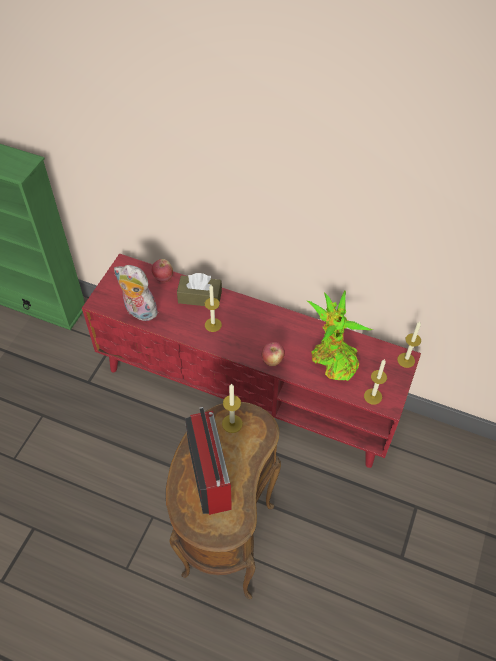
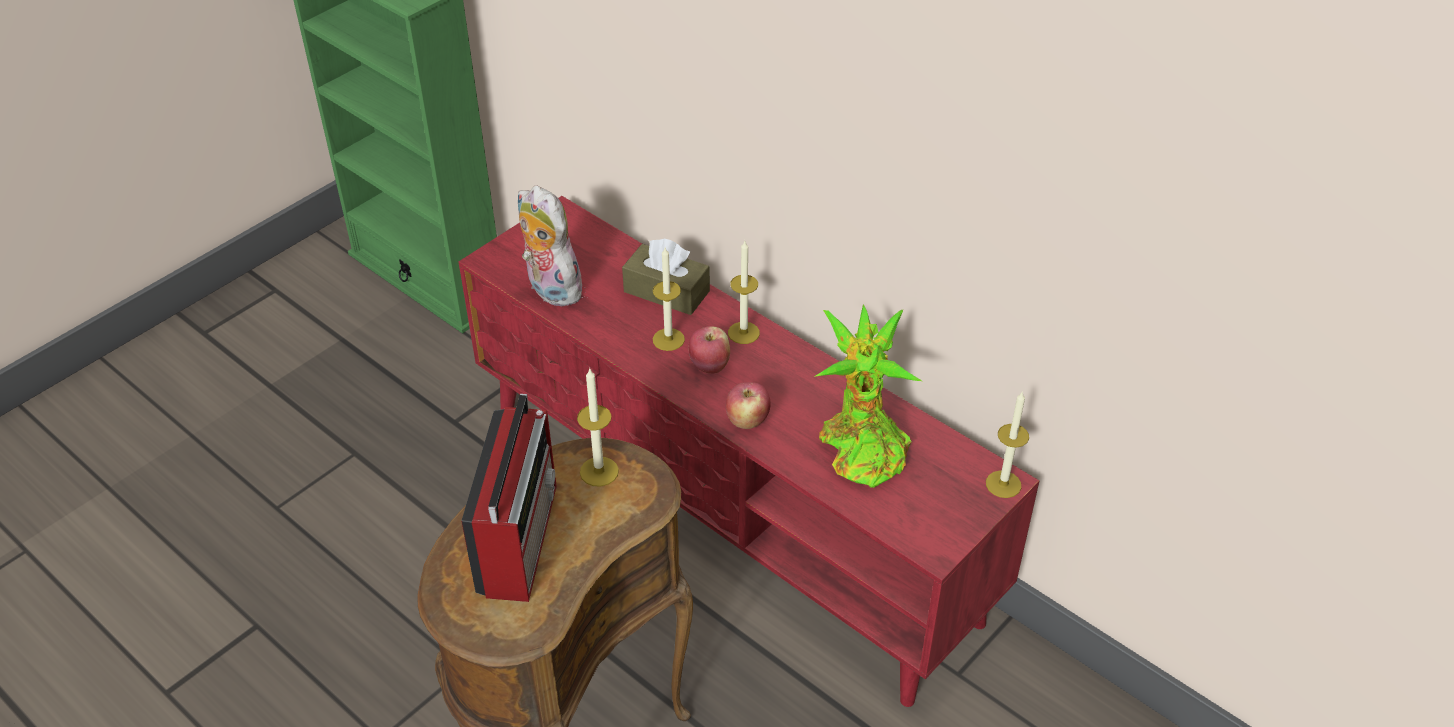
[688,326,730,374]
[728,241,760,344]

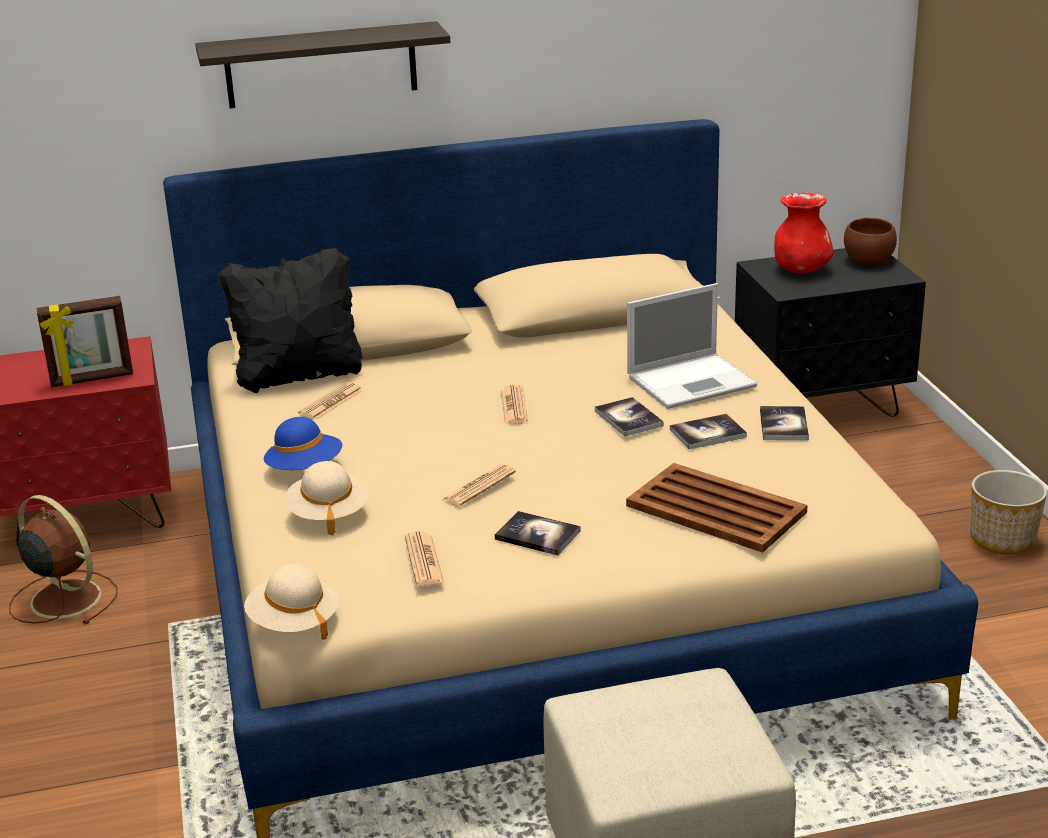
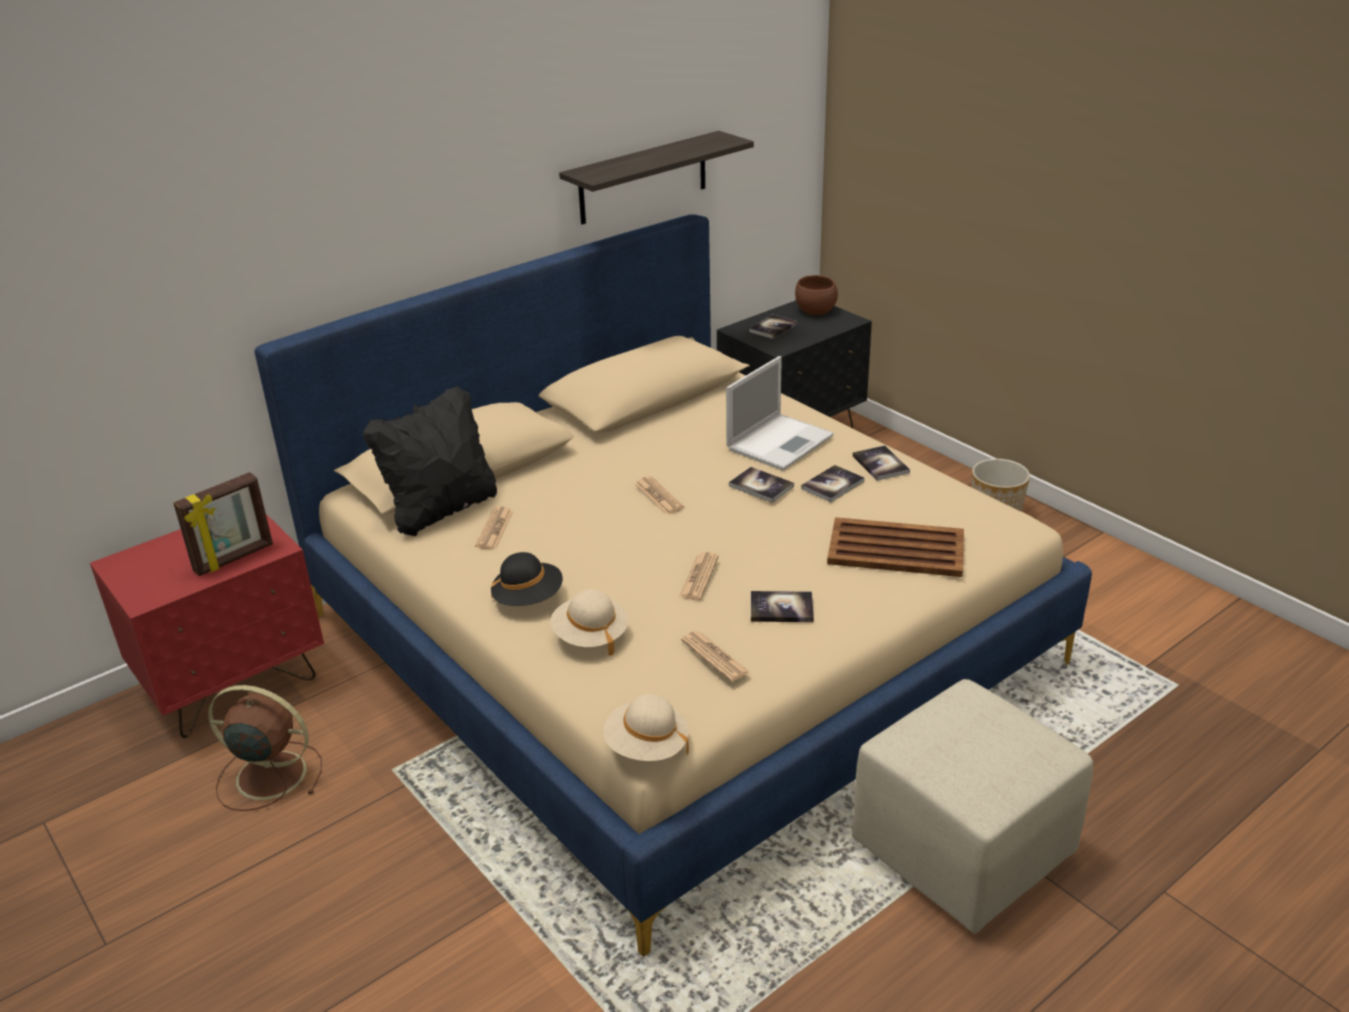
[559,131,754,224]
[491,552,563,606]
[749,314,797,339]

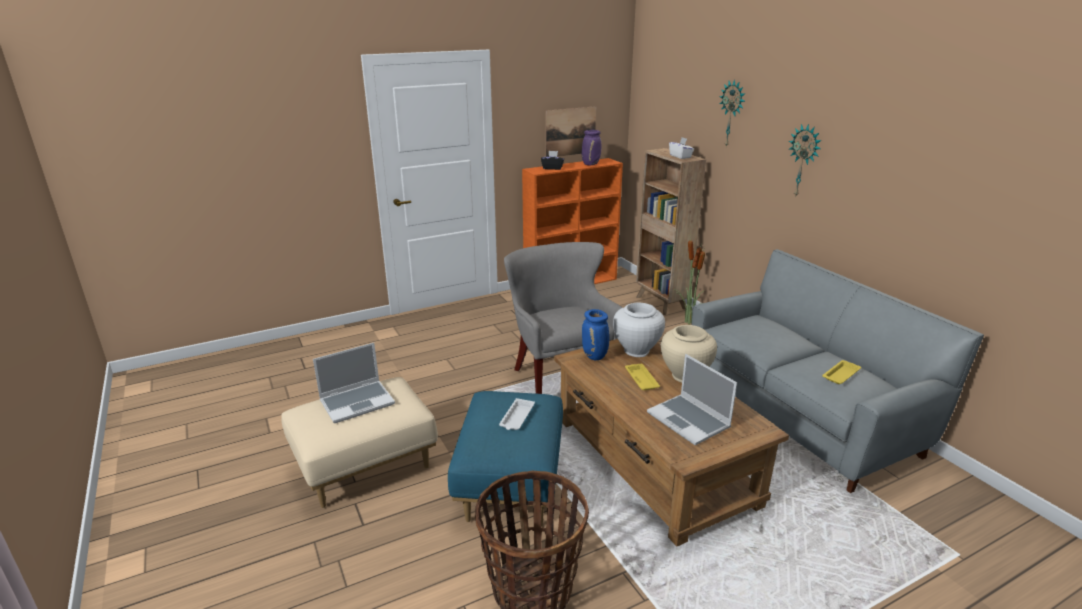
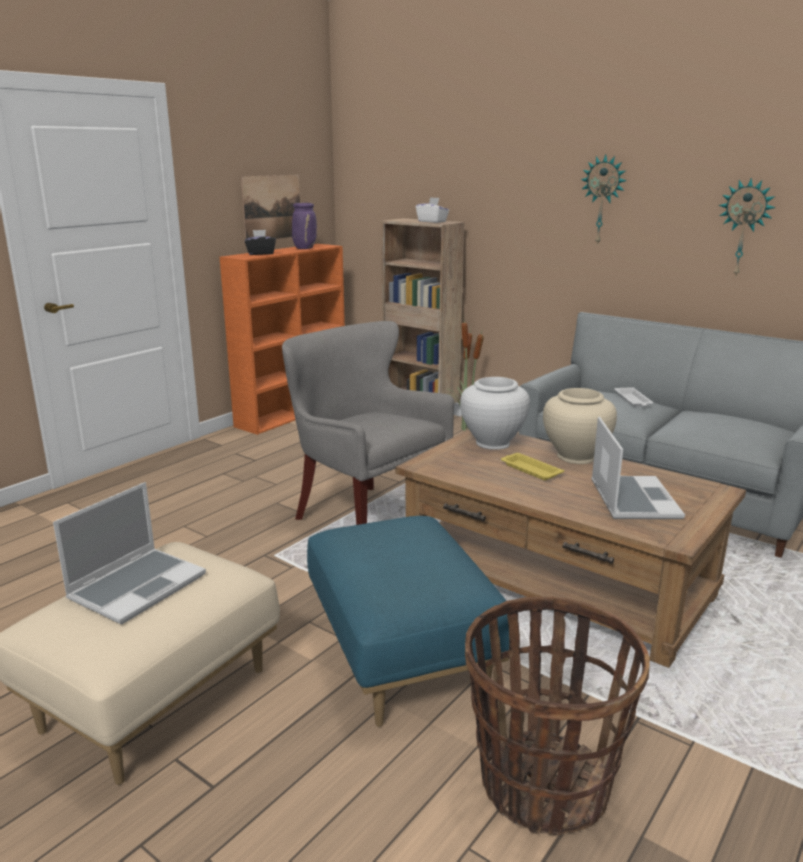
[614,387,654,407]
[582,309,609,360] (first image)
[591,417,685,519]
[719,178,776,278]
[822,360,861,384] (first image)

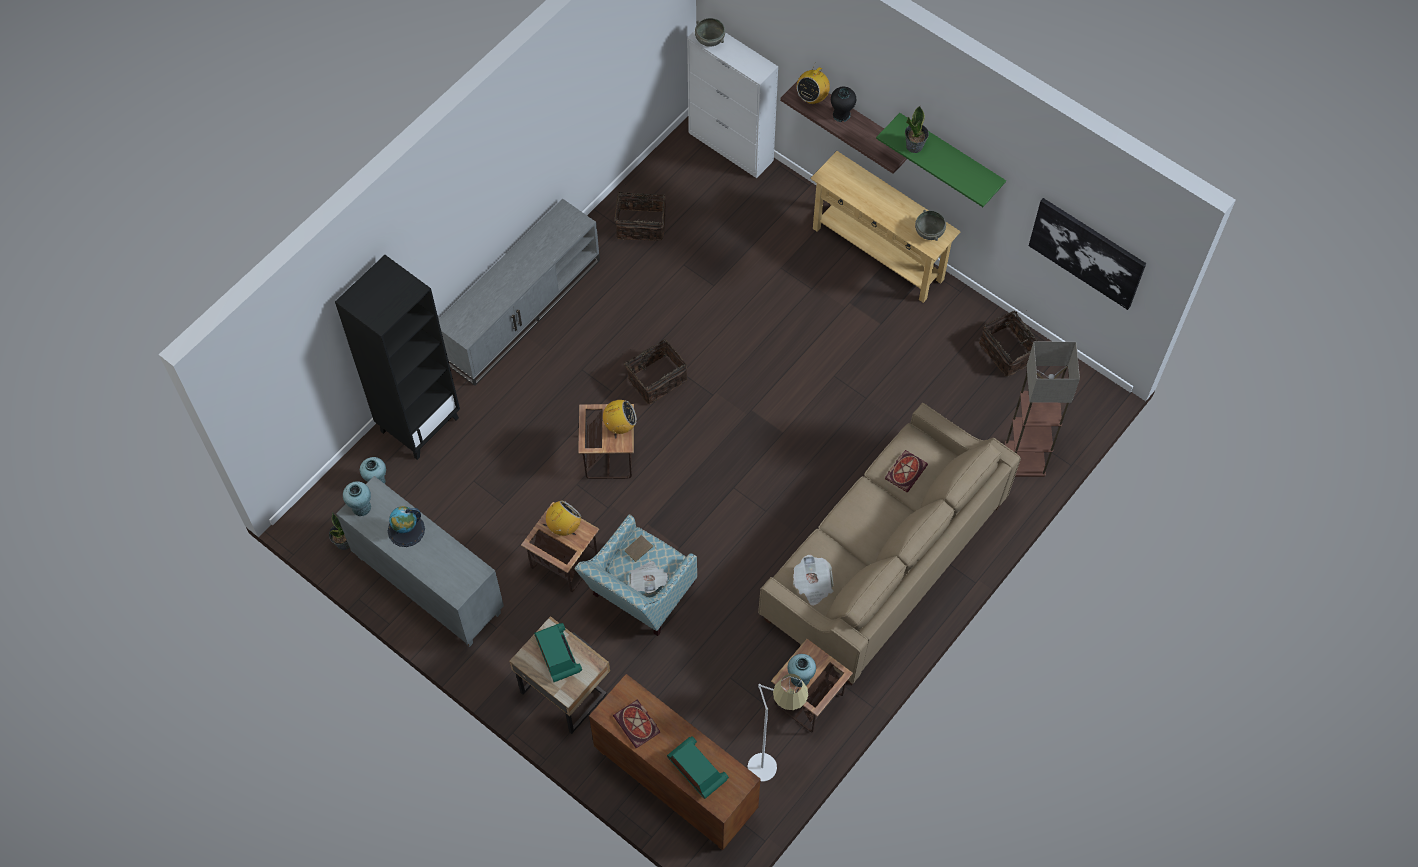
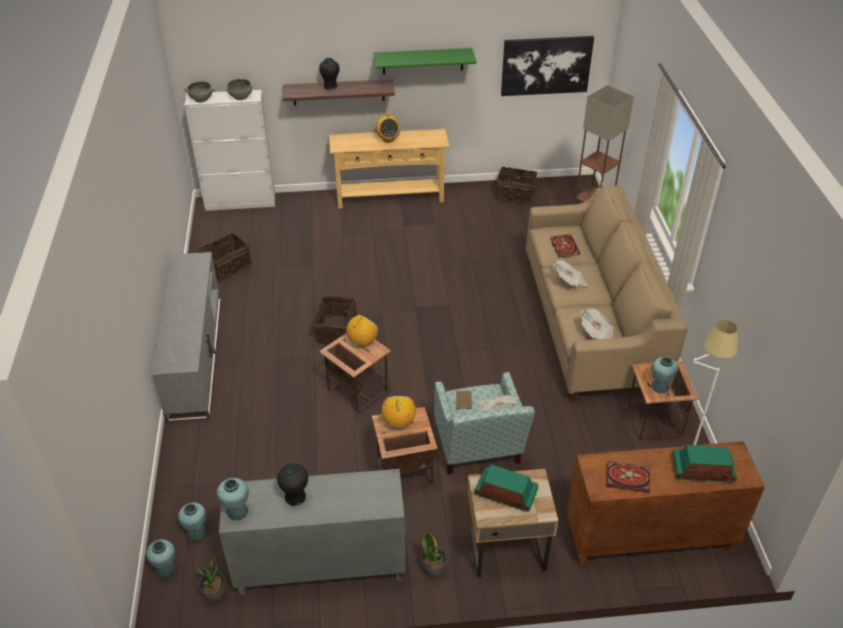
[335,255,460,460] (first image)
[277,464,308,506]
[376,112,401,143]
[421,533,447,579]
[227,79,252,100]
[146,539,176,578]
[553,260,588,287]

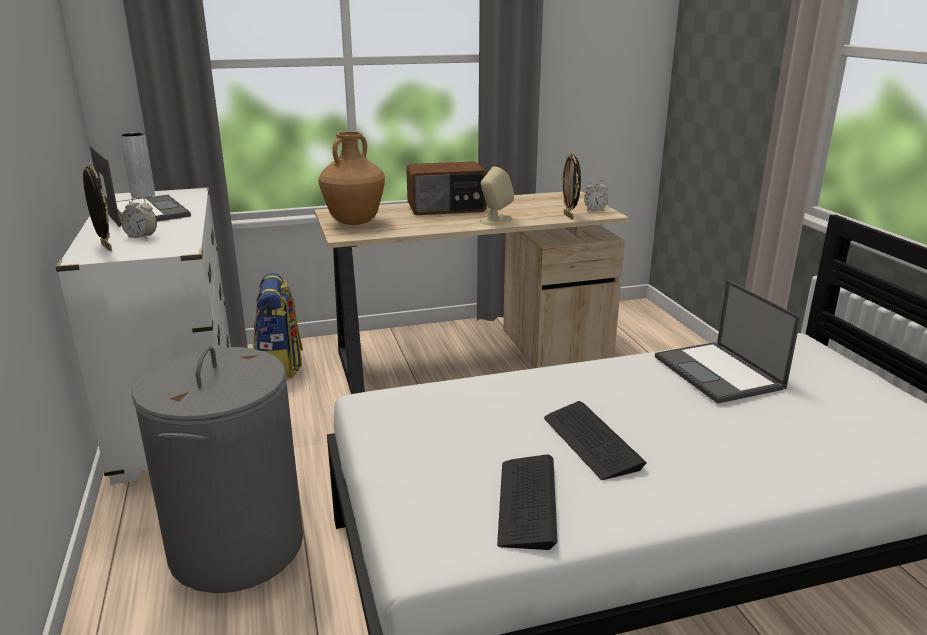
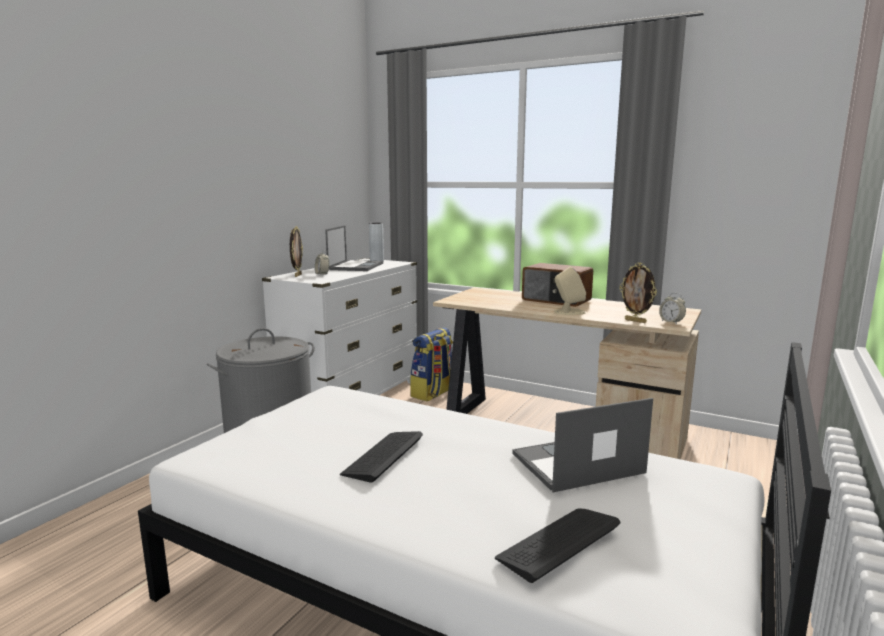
[318,132,385,225] (first image)
[495,508,620,583]
[620,263,657,323]
[512,398,653,492]

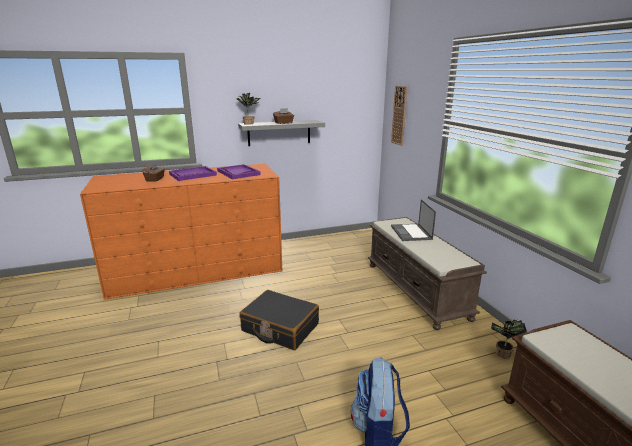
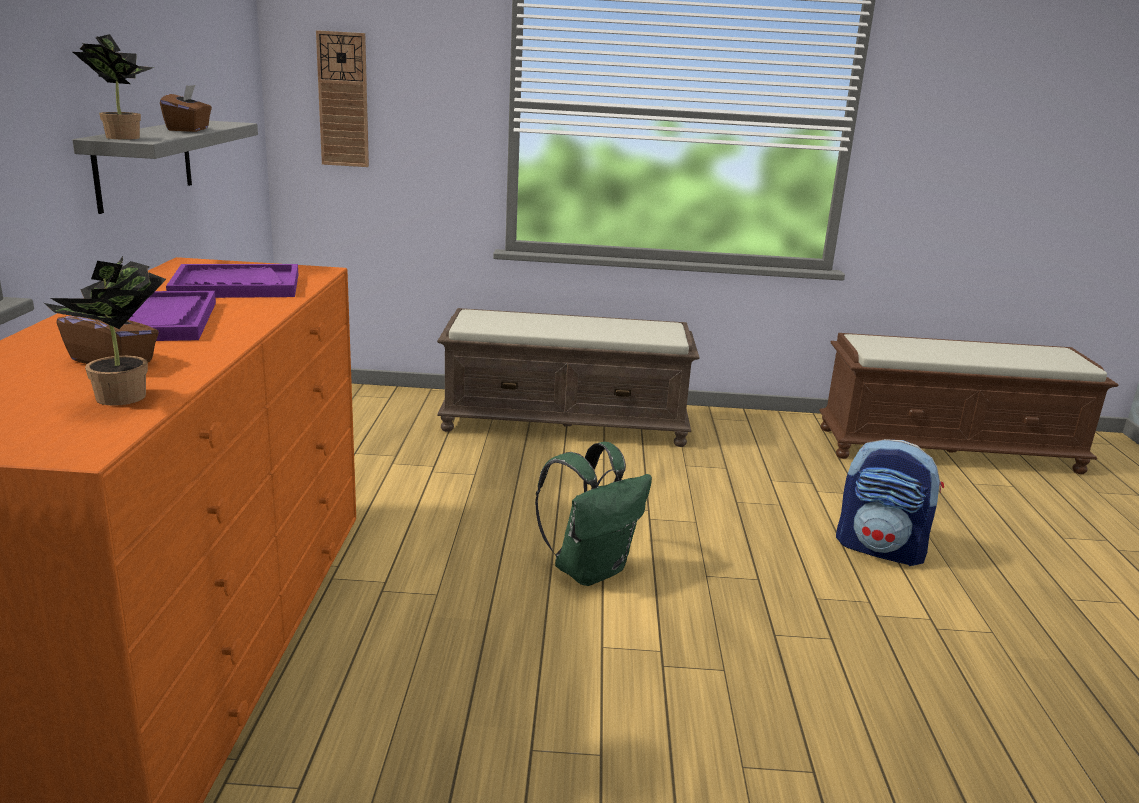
[535,442,652,586]
[391,199,436,241] (first image)
[44,256,166,406]

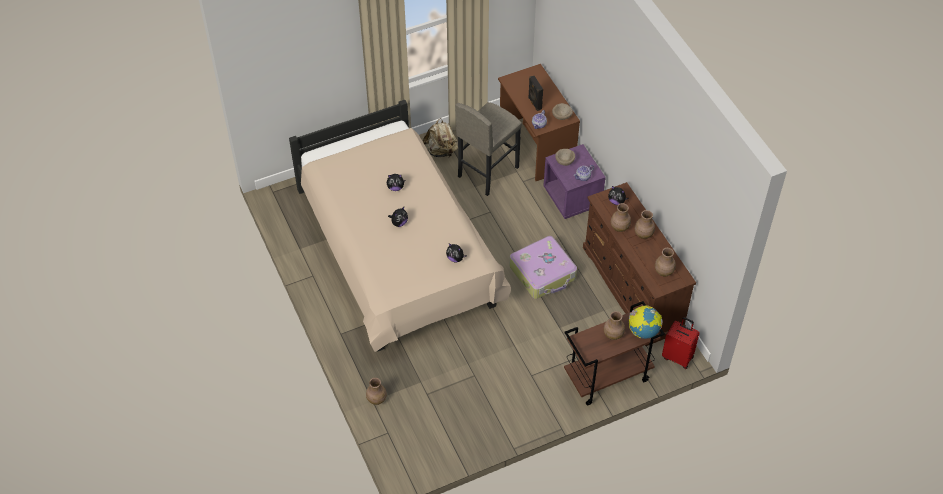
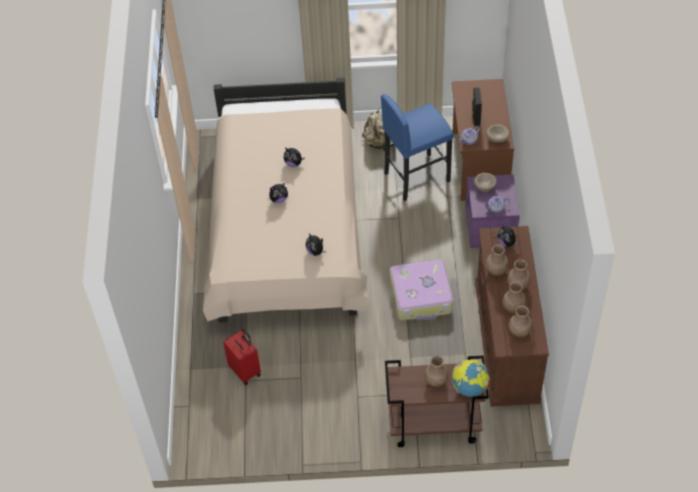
[502,282,526,313]
[381,94,454,201]
[223,329,261,385]

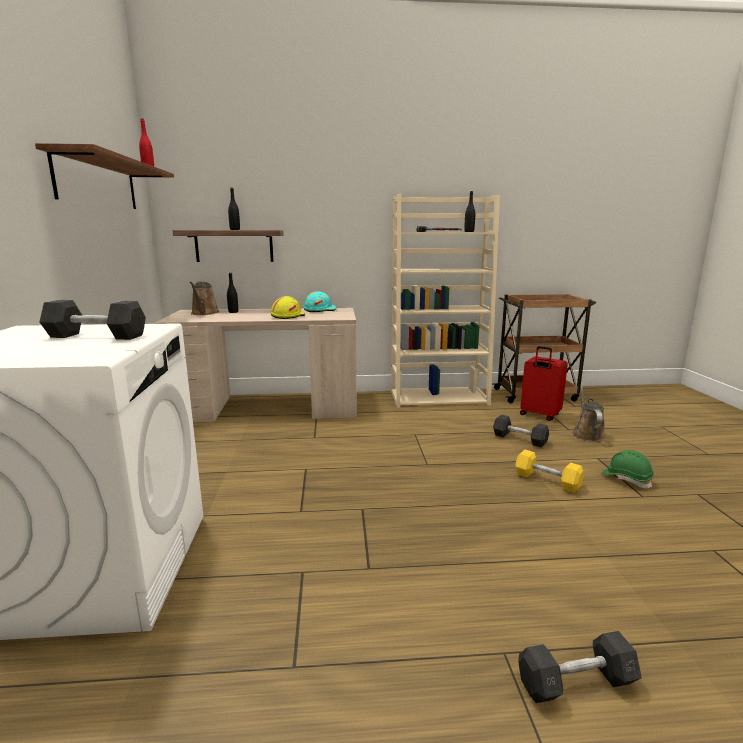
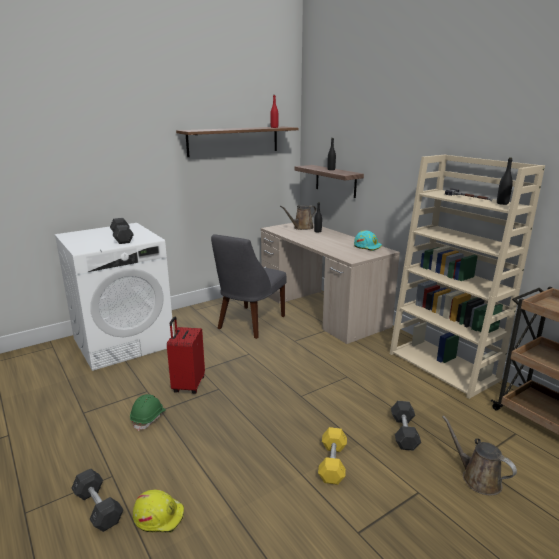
[133,490,184,533]
[167,317,205,394]
[442,415,517,495]
[130,394,166,431]
[211,234,287,339]

